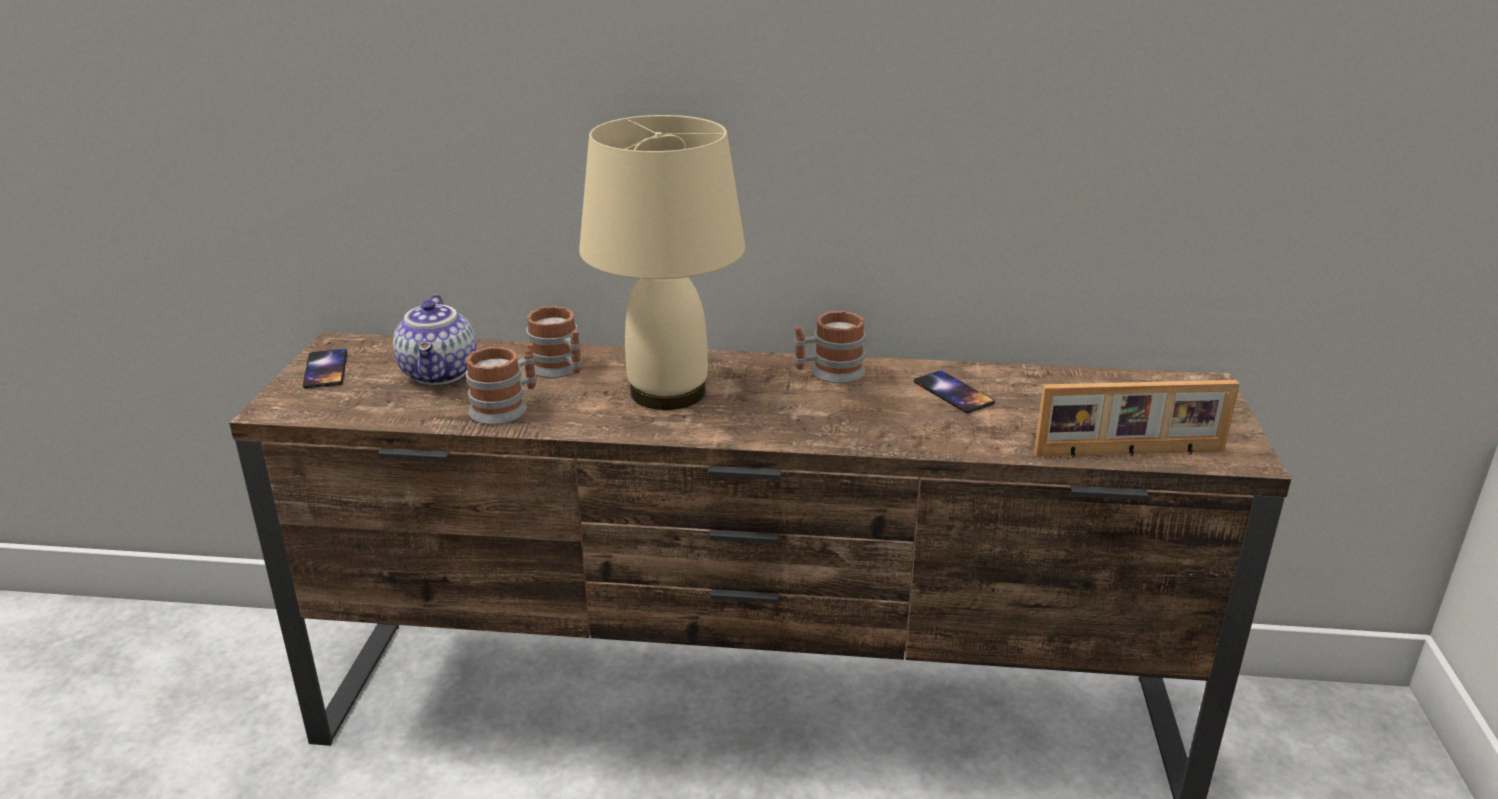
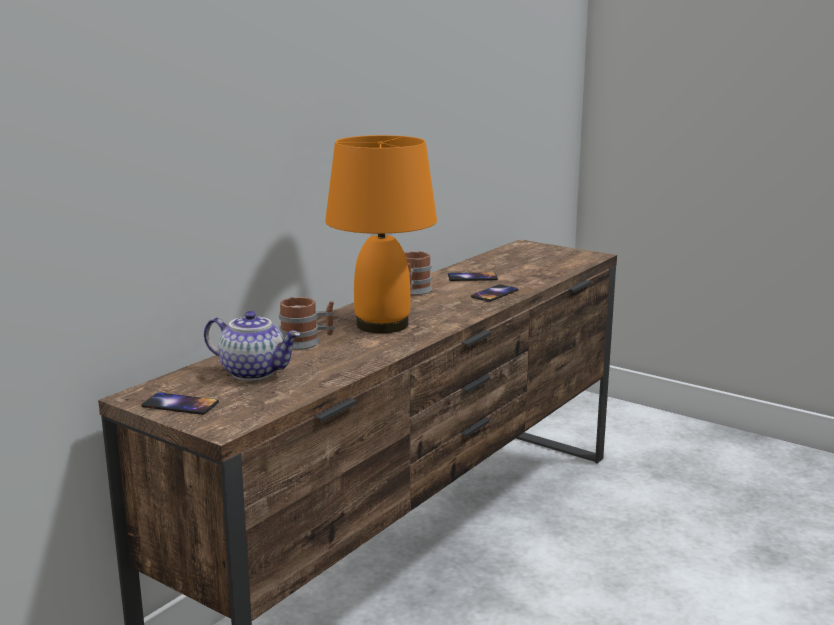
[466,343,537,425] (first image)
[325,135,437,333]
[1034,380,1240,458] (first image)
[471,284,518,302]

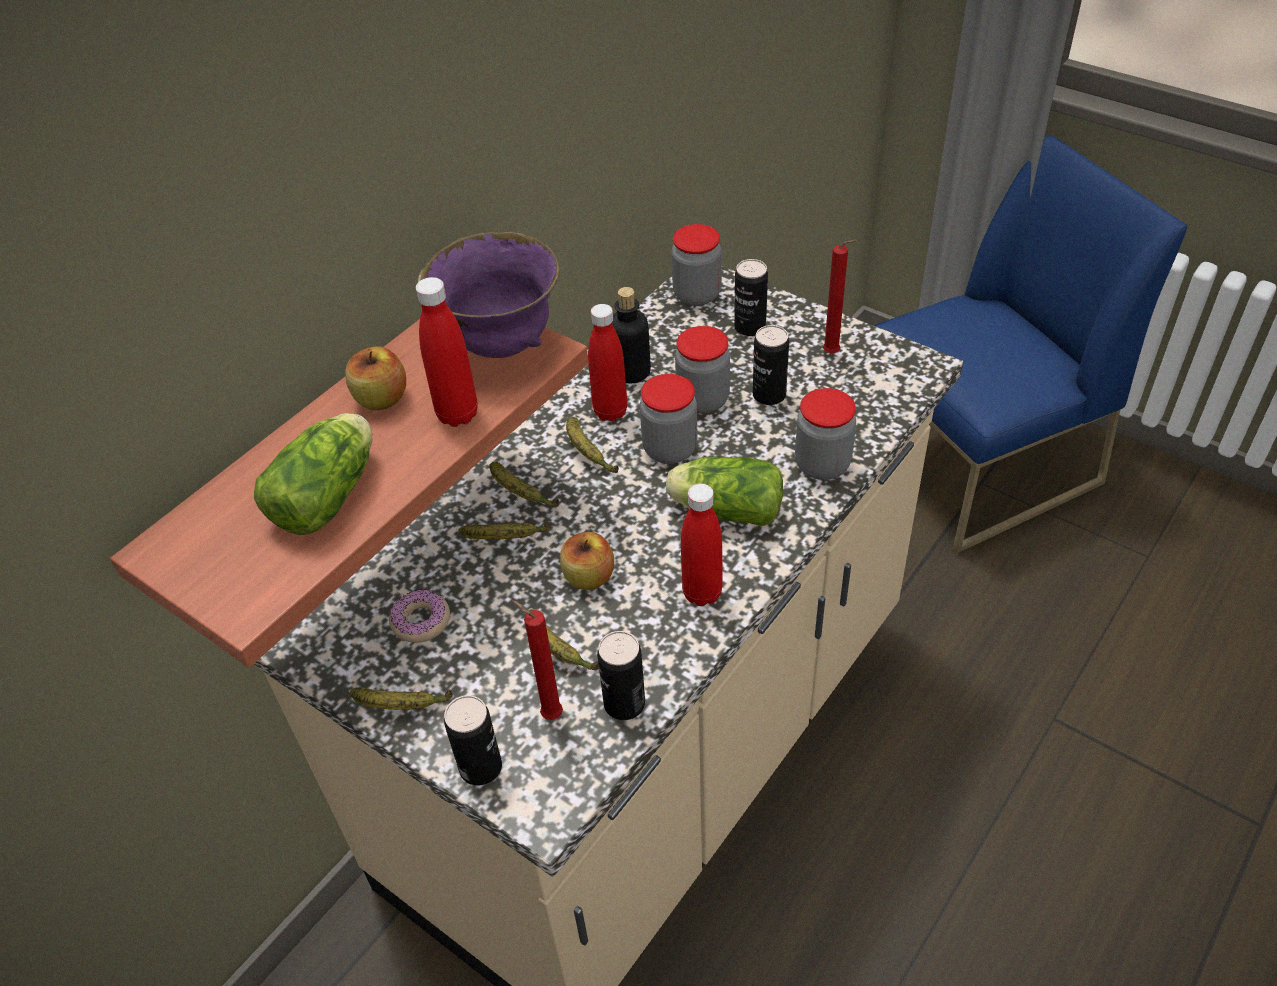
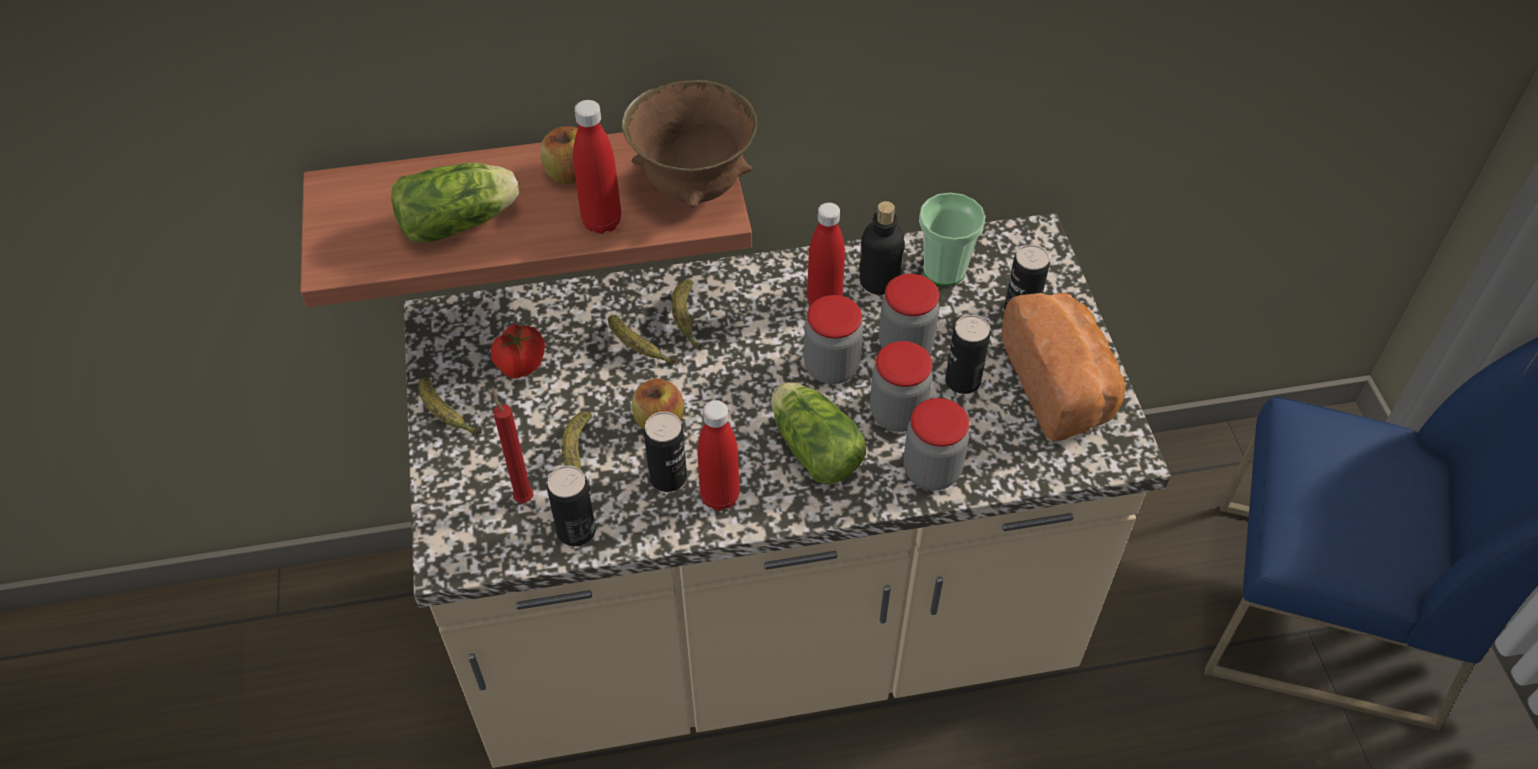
[491,324,545,379]
[621,80,758,207]
[644,412,687,492]
[566,417,619,473] (first image)
[870,341,933,432]
[1001,293,1125,441]
[919,193,986,286]

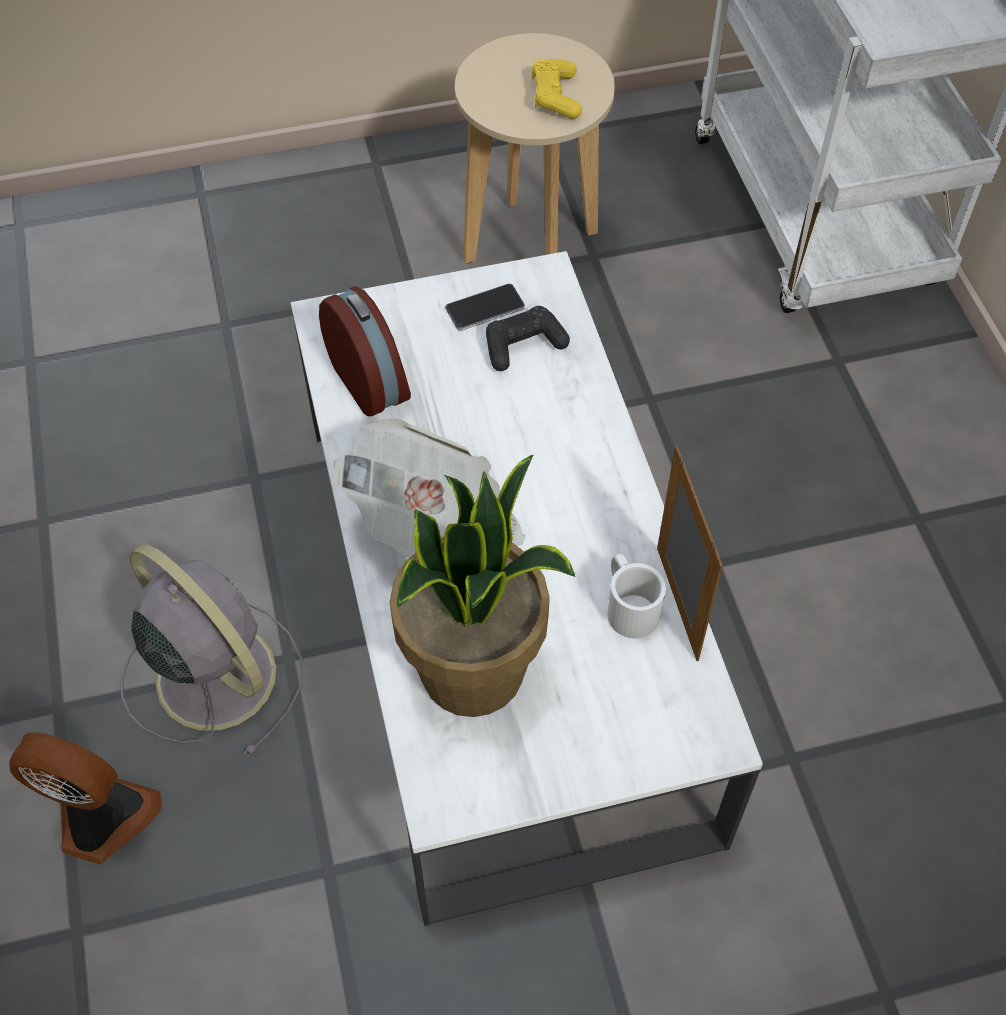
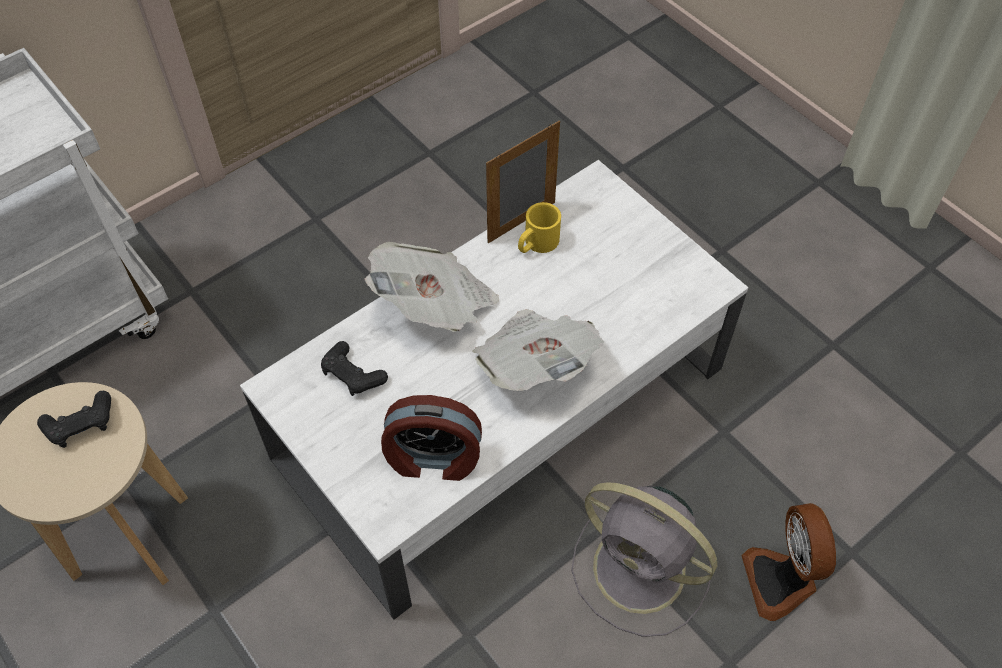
[571,482,718,637]
[381,395,482,481]
[390,454,575,717] (first image)
[445,284,525,330] (first image)
[37,391,111,448]
[518,202,561,253]
[365,242,499,332]

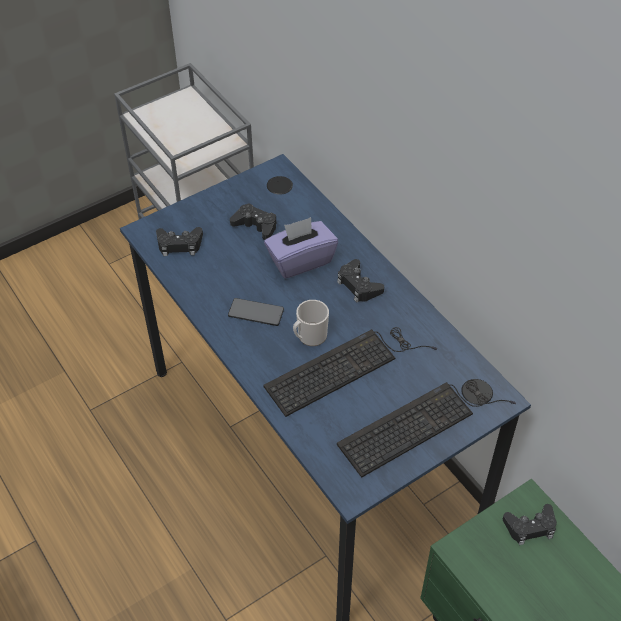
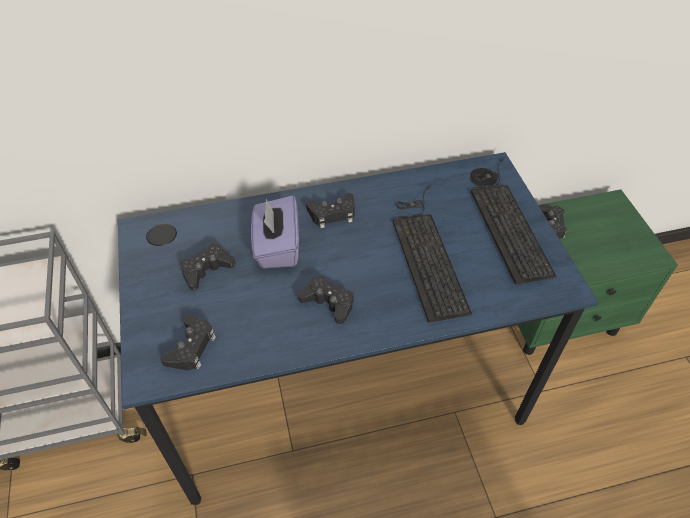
[298,275,354,324]
[293,300,329,346] (first image)

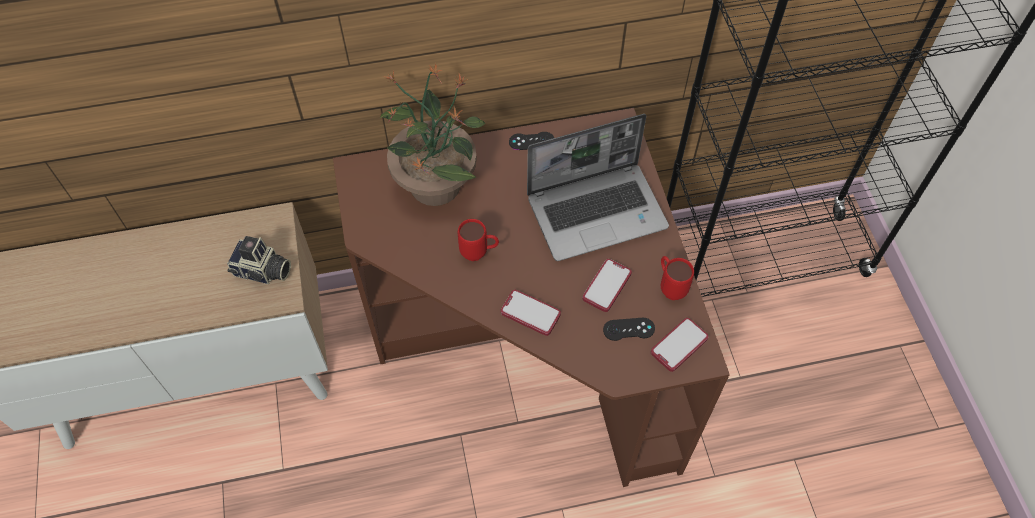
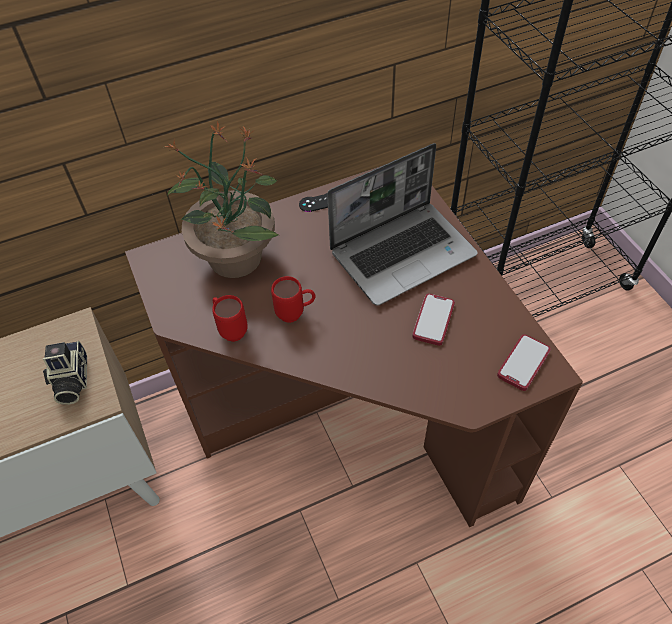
[43,341,87,405]
[501,290,561,336] (first image)
[603,318,655,341] (first image)
[212,295,248,342]

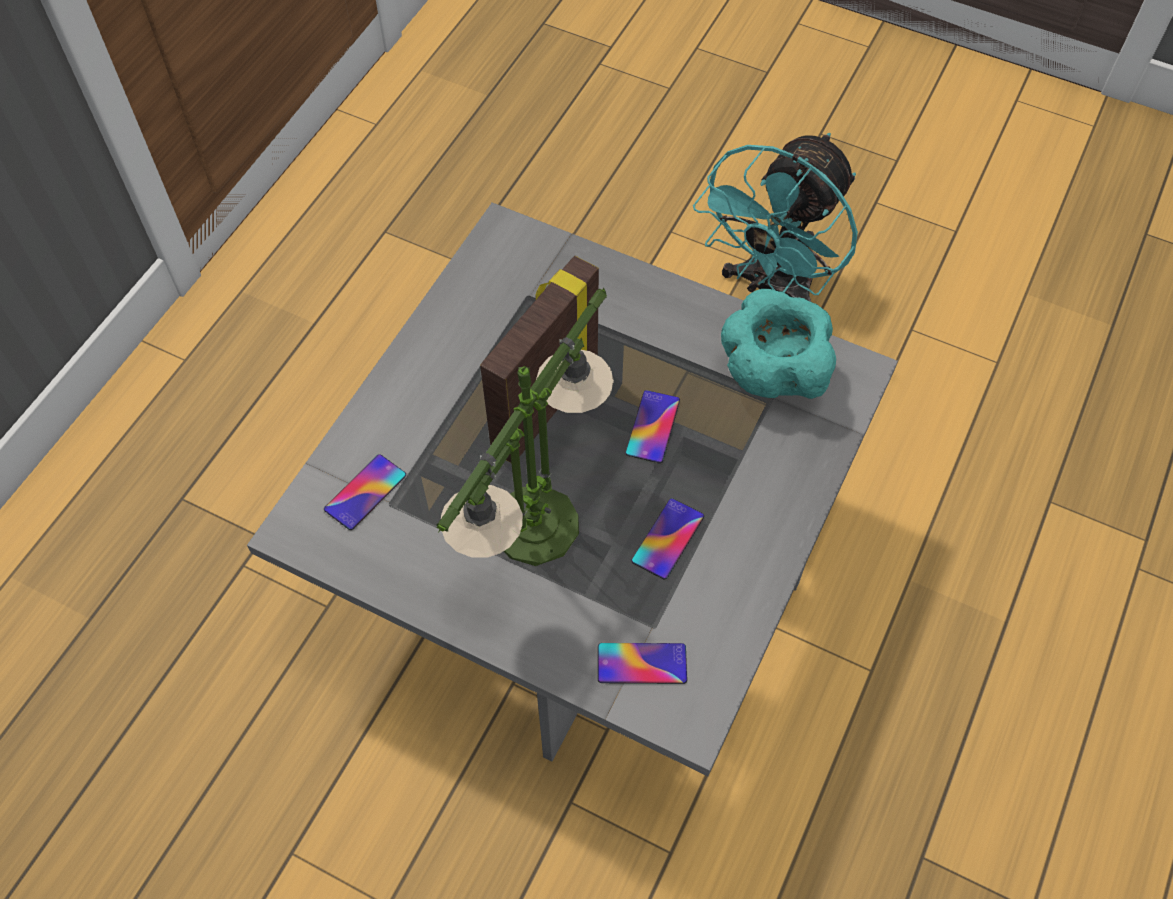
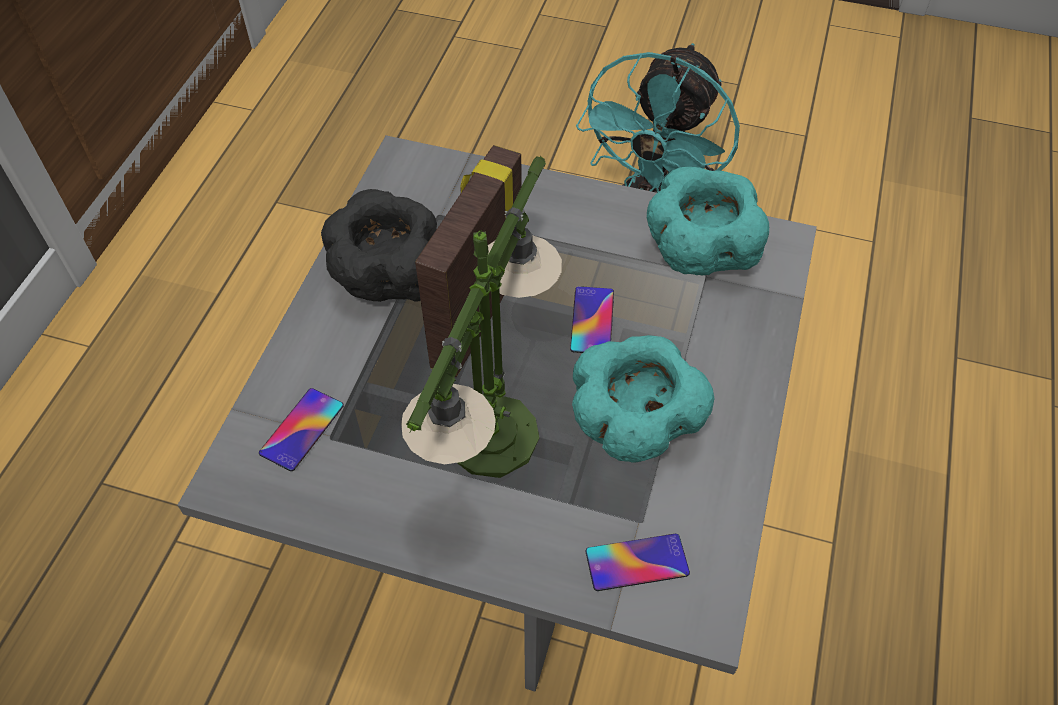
[572,335,715,463]
[321,189,437,302]

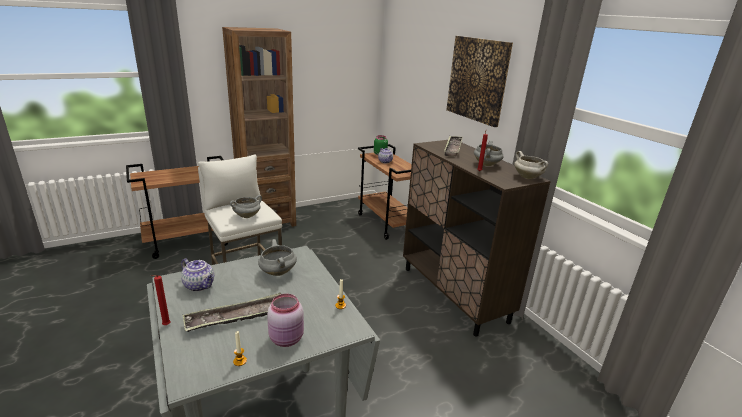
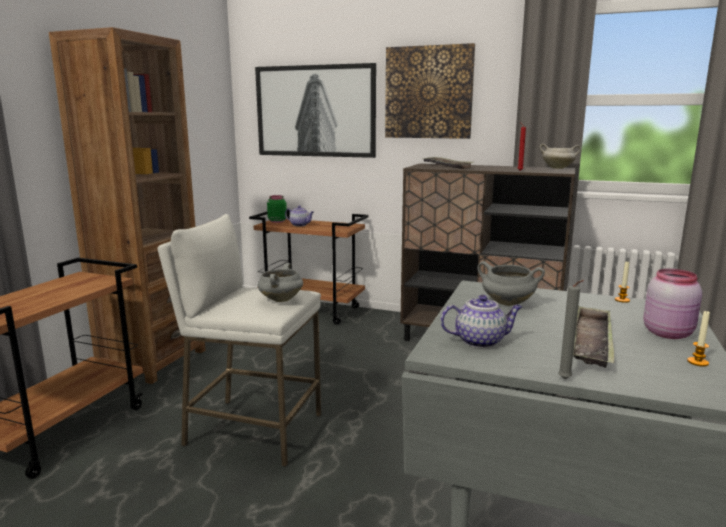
[558,280,584,379]
[474,140,503,166] (first image)
[255,63,376,158]

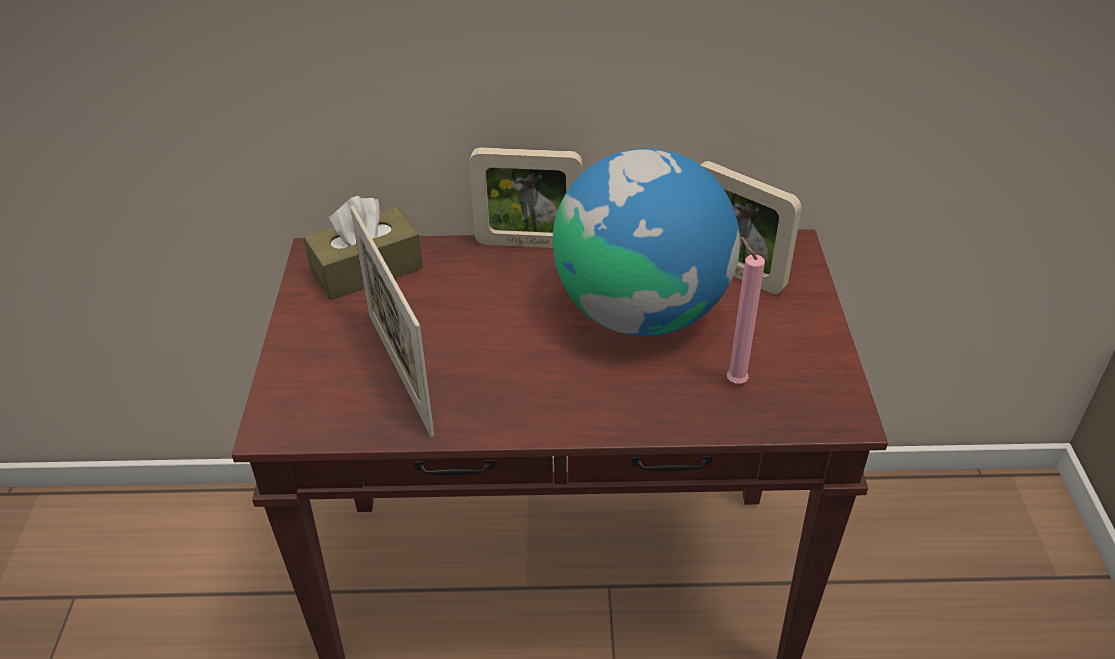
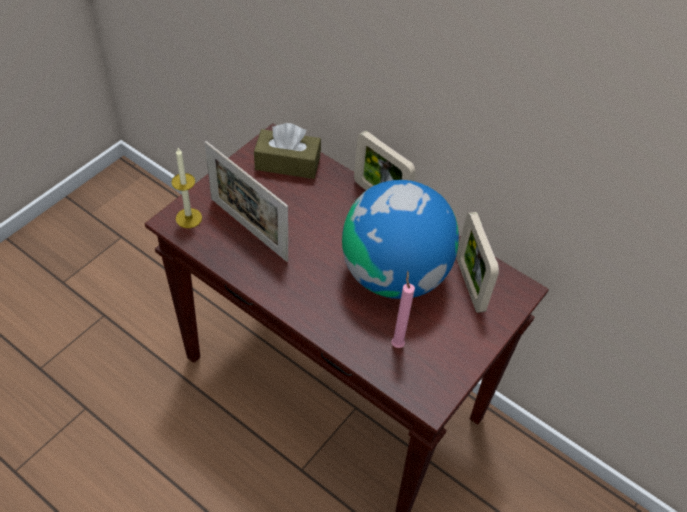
[205,141,288,262]
[171,148,202,228]

